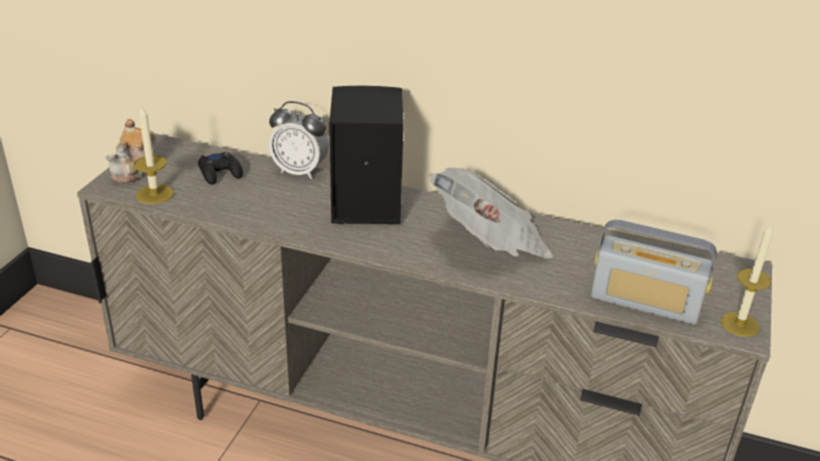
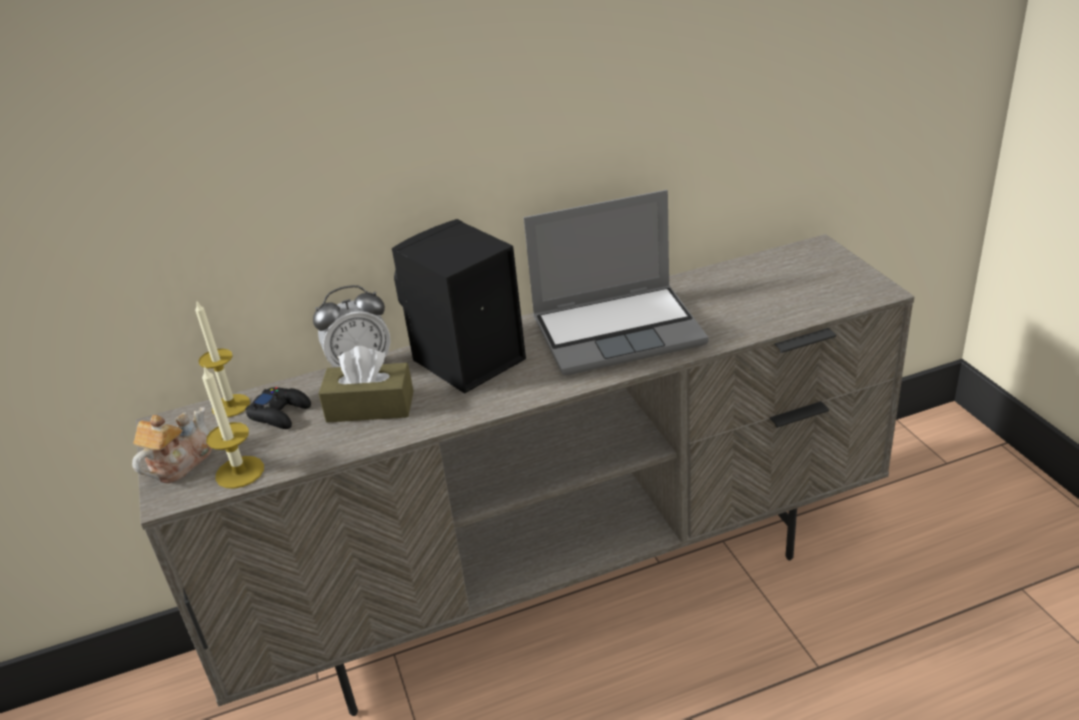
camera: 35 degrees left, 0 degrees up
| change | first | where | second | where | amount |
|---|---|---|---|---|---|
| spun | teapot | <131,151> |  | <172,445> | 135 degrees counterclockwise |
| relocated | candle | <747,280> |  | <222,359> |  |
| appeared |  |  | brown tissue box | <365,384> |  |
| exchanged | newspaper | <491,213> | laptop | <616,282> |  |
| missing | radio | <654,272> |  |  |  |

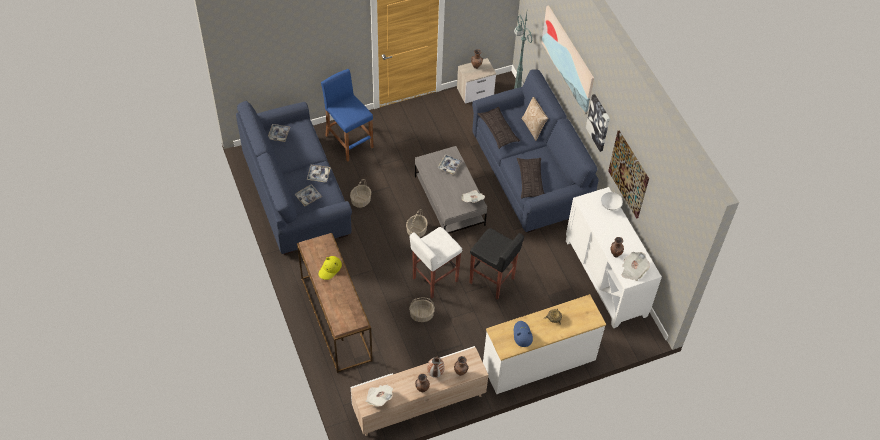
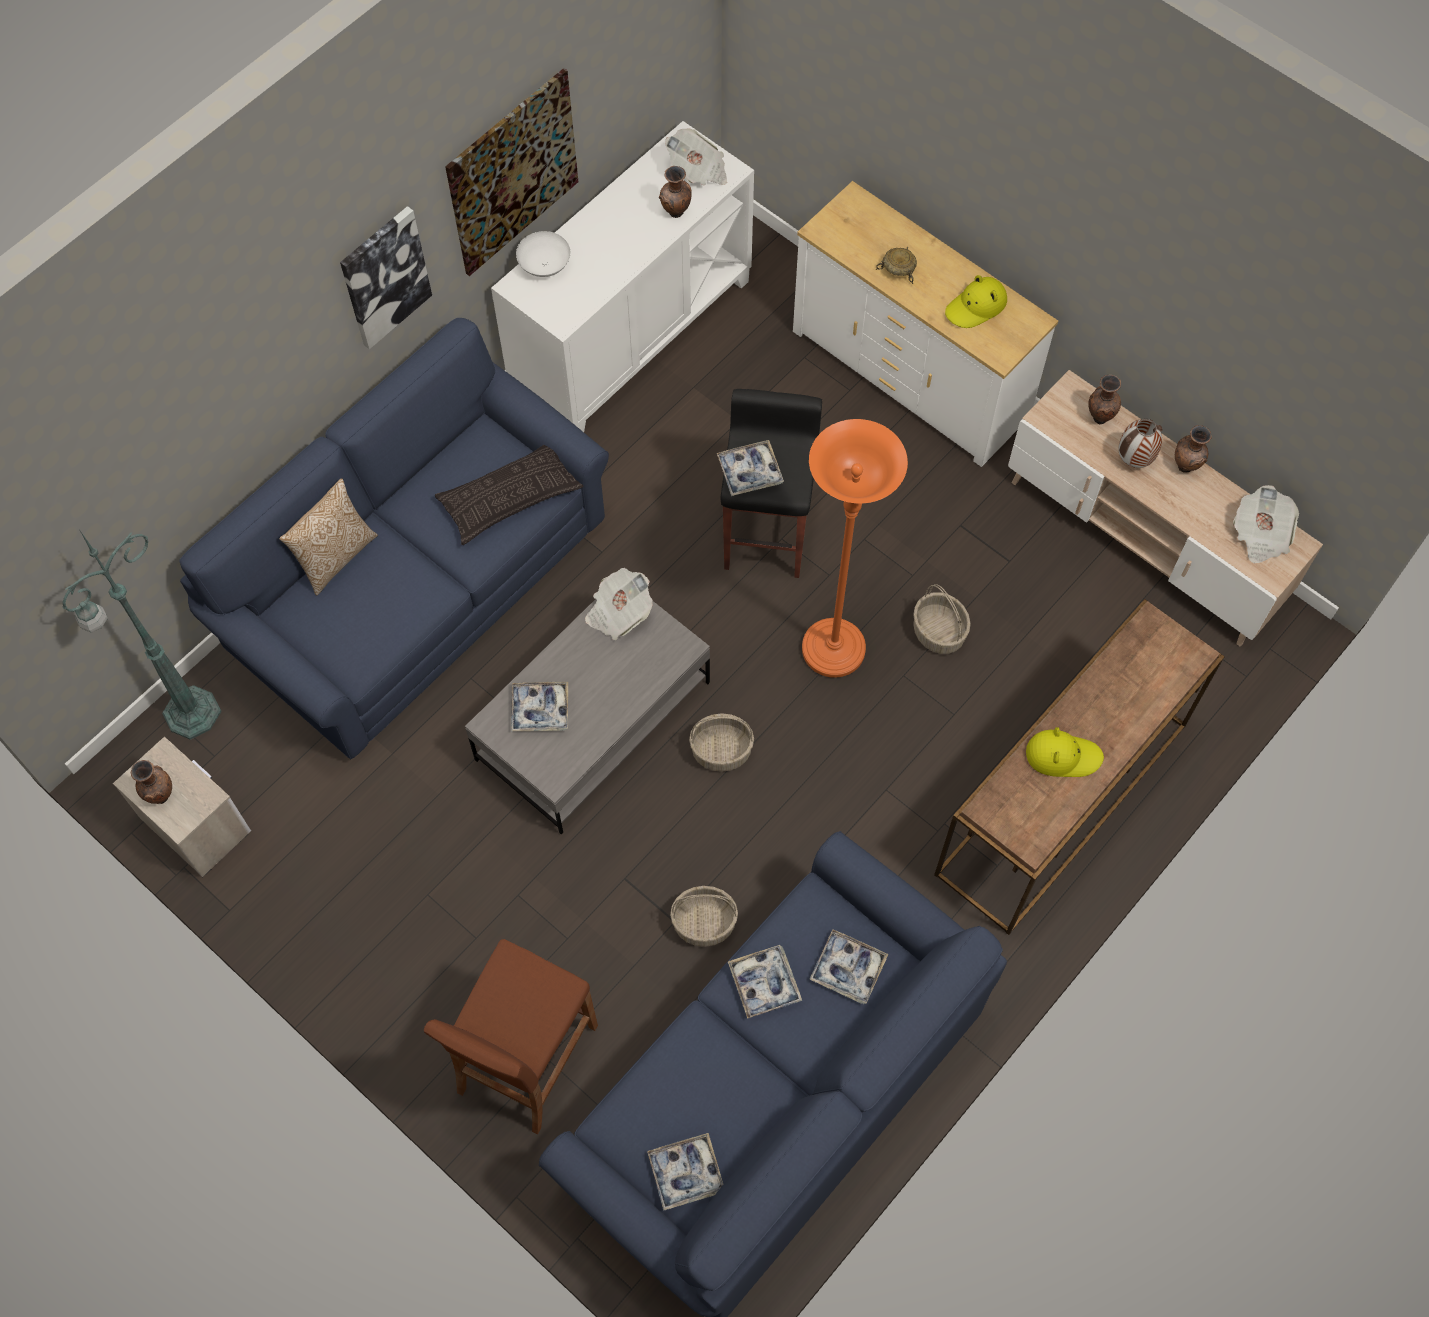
camera: 115 degrees left, 10 degrees up
| change | first | where | second | where | amount |
|---|---|---|---|---|---|
| colour | blue stool | <347,115> | brown stool | <511,1037> |  |
| appeared |  |  | tray | <750,468> |  |
| exchanged | white stool | <436,263> | orange floor lamp | <855,548> |  |
| colour | blue hat | <523,334> | yellow hat | <976,301> |  |
| missing | pillow | <498,128> |  |  |  |
| missing | picture | <567,59> |  |  |  |

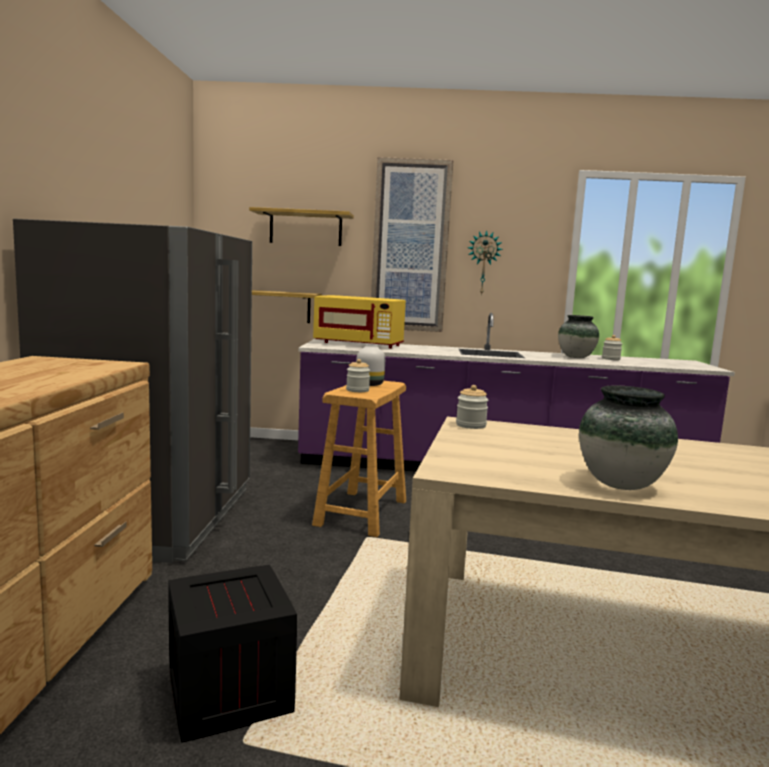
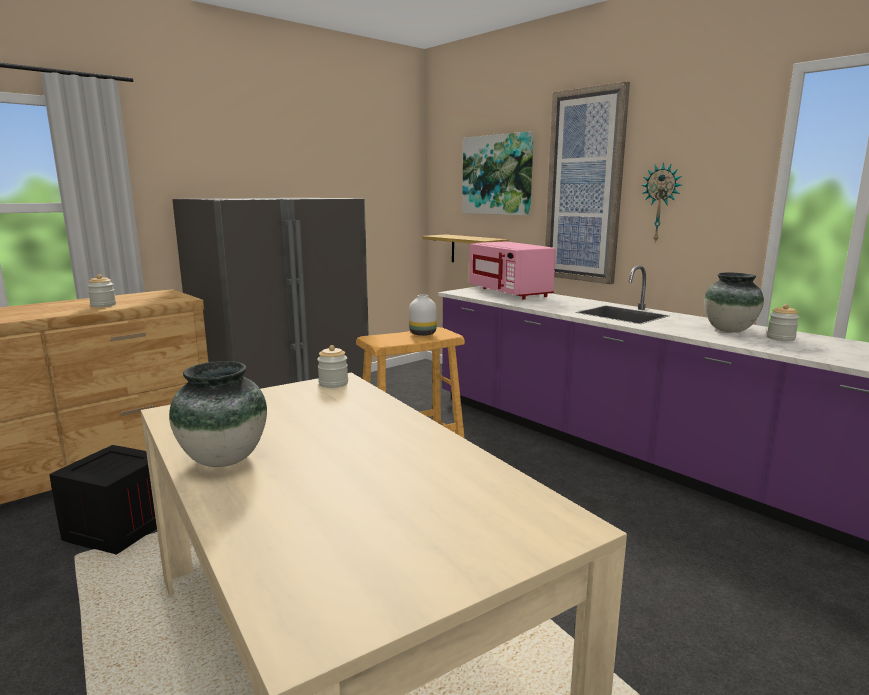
camera: 45 degrees right, 5 degrees up
| change | first | where | second | where | amount |
|---|---|---|---|---|---|
| relocated | jar | <358,375> |  | <101,290> |  |
| exchanged | shelf | <301,226> | picture | <498,173> |  |
| colour | yellow microwave | <359,322> | pink microwave | <512,270> |  |

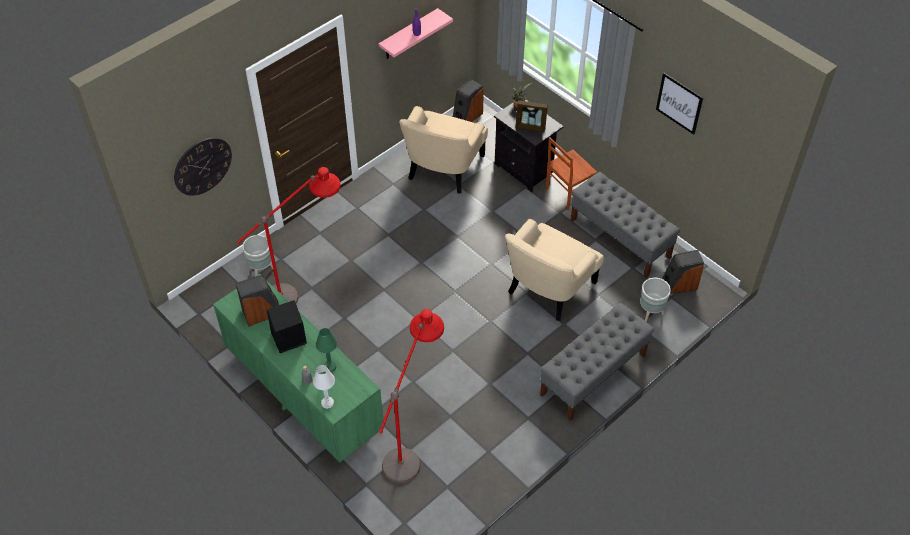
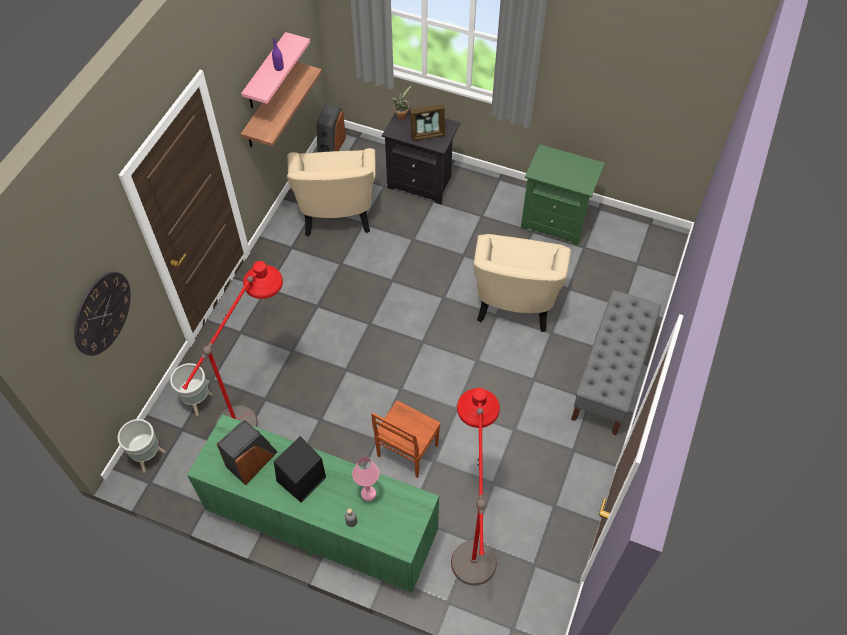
camera: 25 degrees left, 5 degrees up
| change | first | where | second | where | amount |
|---|---|---|---|---|---|
| relocated | grey planter | <656,300> |  | <141,446> |  |
| appeared |  |  | shelf | <281,104> |  |
| colour | green table lamp | <326,350> | pink table lamp | <366,479> |  |
| relocated | brown chair | <571,173> |  | <406,439> |  |
| exchanged | grey bench | <625,225> | green nightstand | <563,194> |  |
| missing | white table lamp | <324,387> |  |  |  |
| missing | picture | <679,104> |  |  |  |
| missing | speaker | <683,272> |  |  |  |

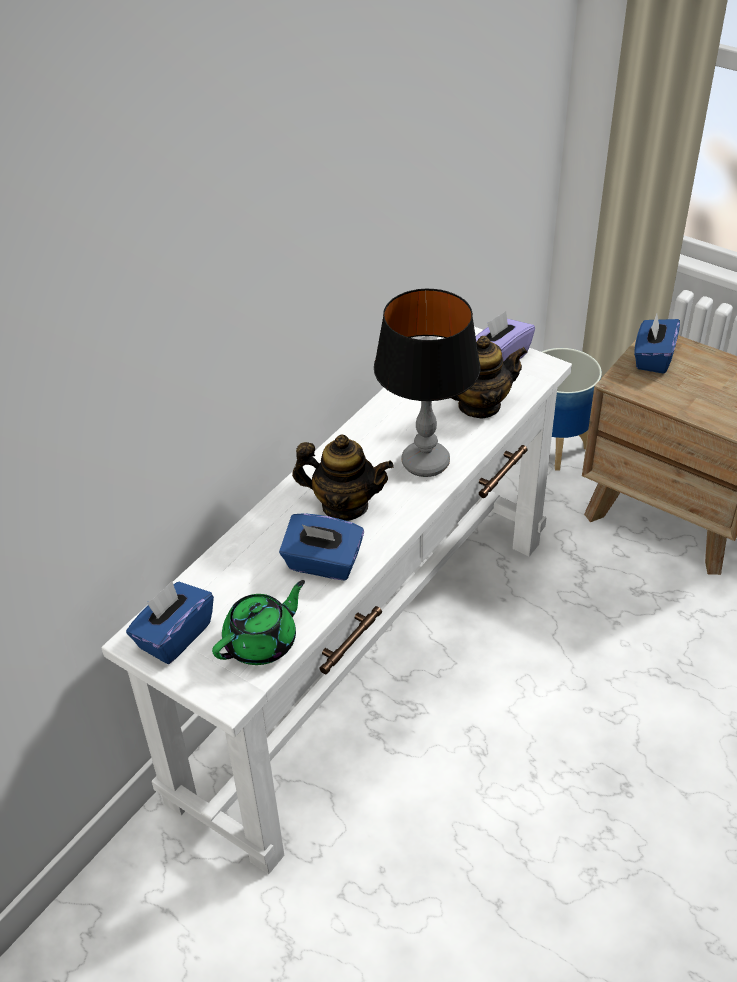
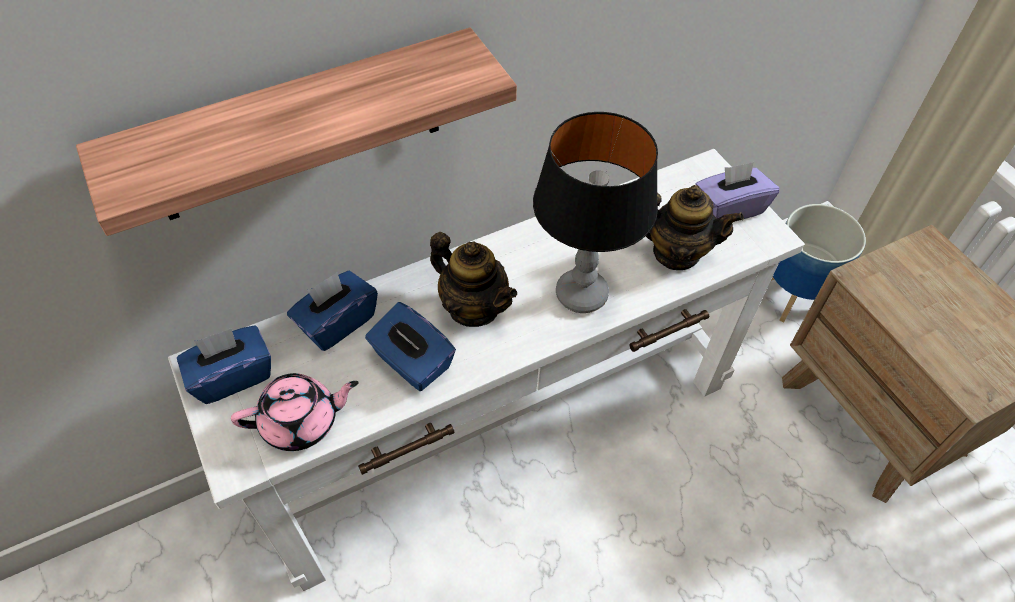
camera: 25 degrees right, 10 degrees up
| change | first | where | second | where | amount |
|---|---|---|---|---|---|
| appeared |  |  | shelf | <296,131> |  |
| colour | green teapot | <258,622> | pink teapot | <295,412> |  |
| relocated | blue tissue box | <657,344> |  | <332,311> |  |

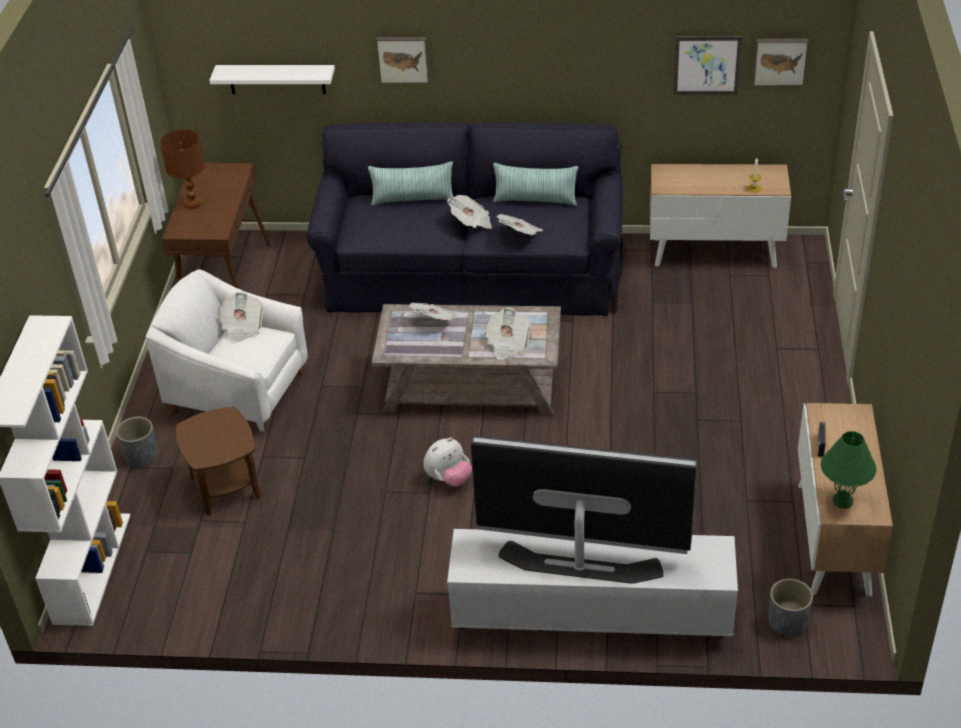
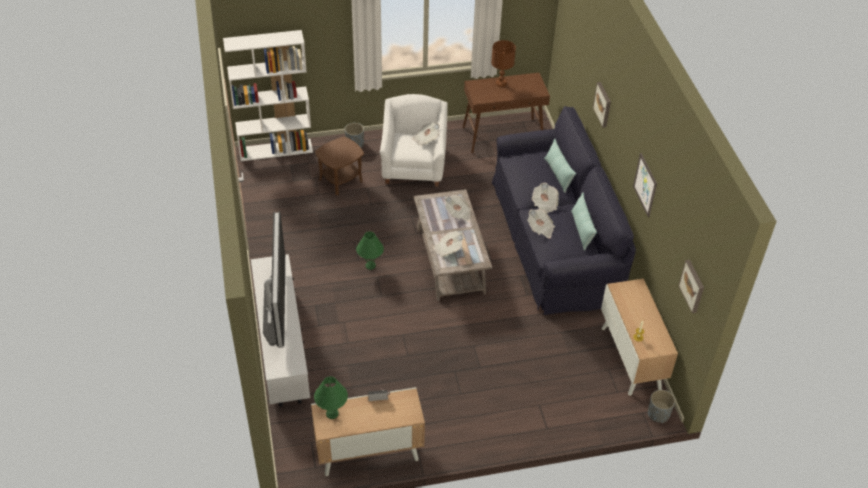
camera: 70 degrees right, 5 degrees up
| change | first | where | second | where | amount |
|---|---|---|---|---|---|
| exchanged | plush toy | <448,462> | green table lamp | <370,251> |  |
| relocated | picture | <707,65> |  | <645,185> |  |
| relocated | grey planter | <791,608> |  | <661,406> |  |
| missing | white shelf | <272,79> |  |  |  |

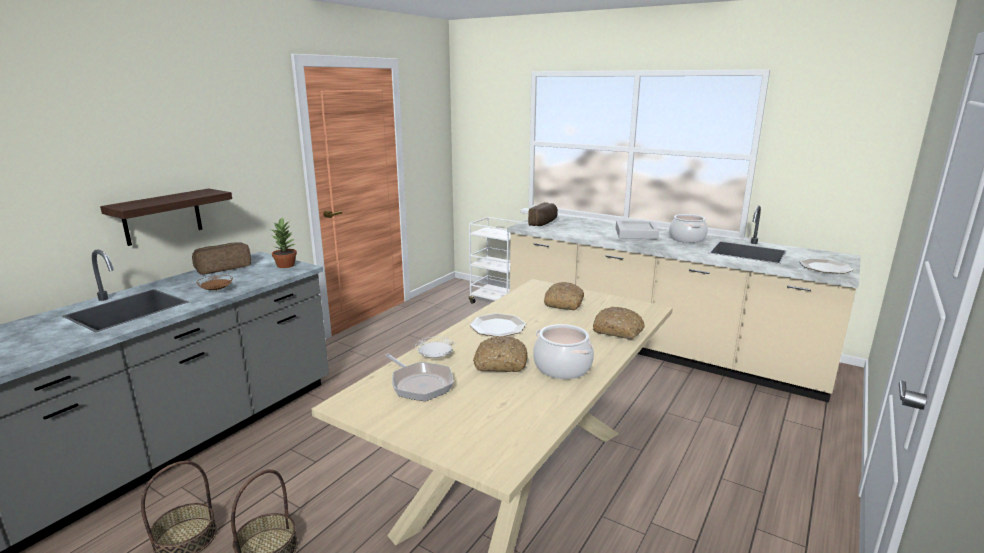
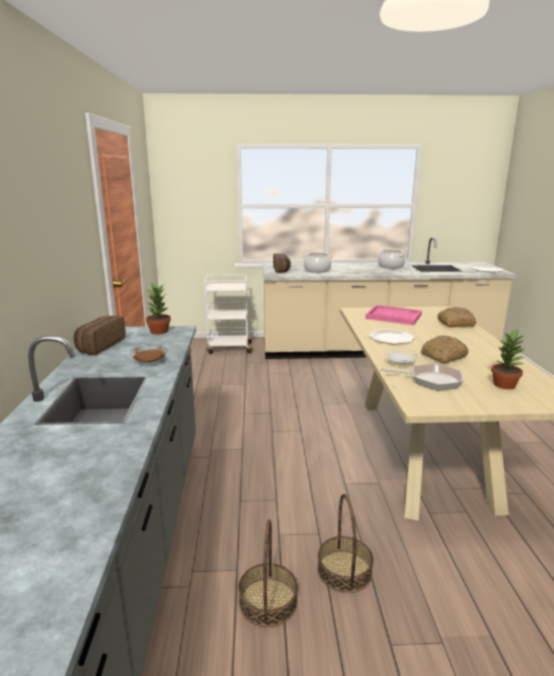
camera: 35 degrees left, 0 degrees up
| change | first | where | second | where | amount |
|---|---|---|---|---|---|
| relocated | cooking pot | <563,351> |  | <318,262> |  |
| exchanged | bread | <564,296> | pink tray | <393,315> |  |
| appeared |  |  | potted plant | <508,358> |  |
| missing | shelf | <166,217> |  |  |  |
| missing | grey tray | <637,229> |  |  |  |

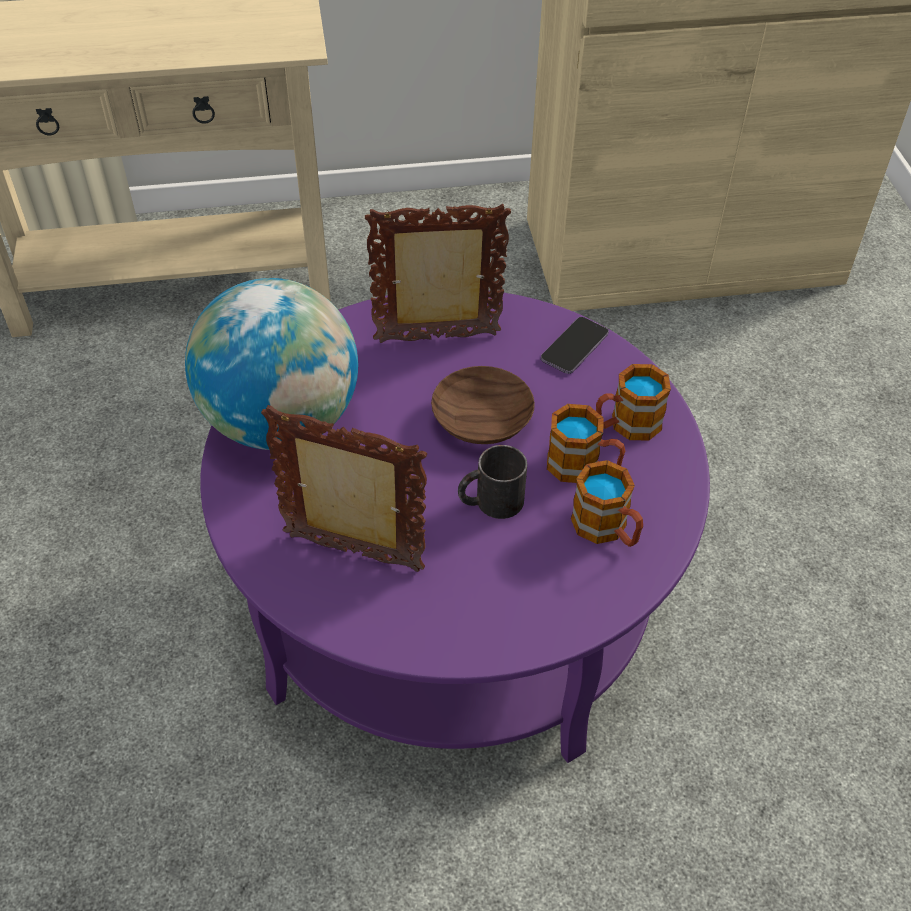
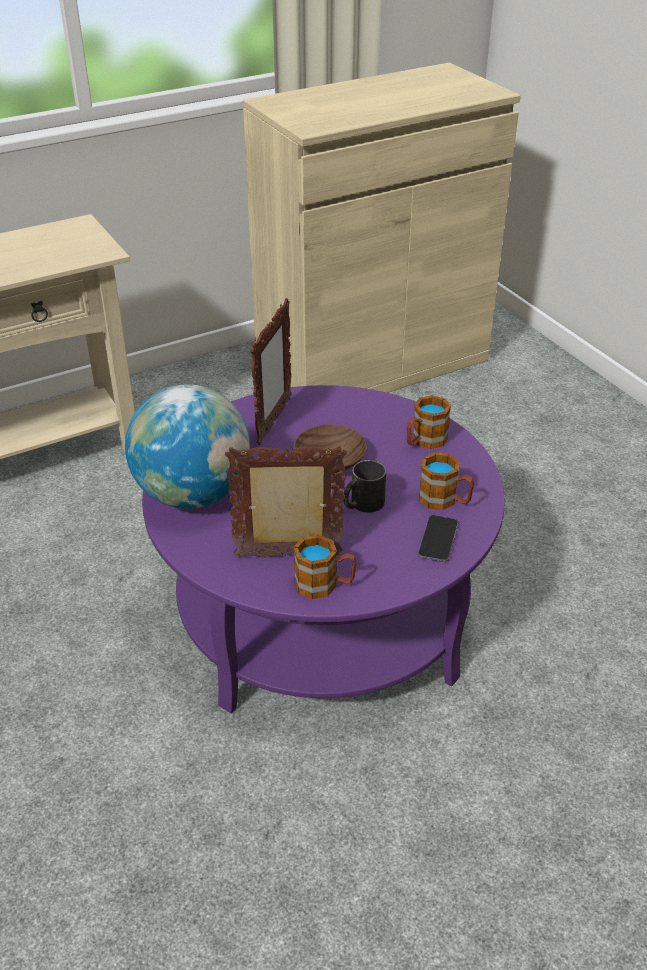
camera: 20 degrees left, 10 degrees down
| change | first | where | second | where | amount |
|---|---|---|---|---|---|
| spun | picture frame | <438,273> |  | <271,371> | 135 degrees clockwise |
| relocated | mug | <586,443> |  | <325,567> |  |
| relocated | phone | <575,345> |  | <438,538> |  |

